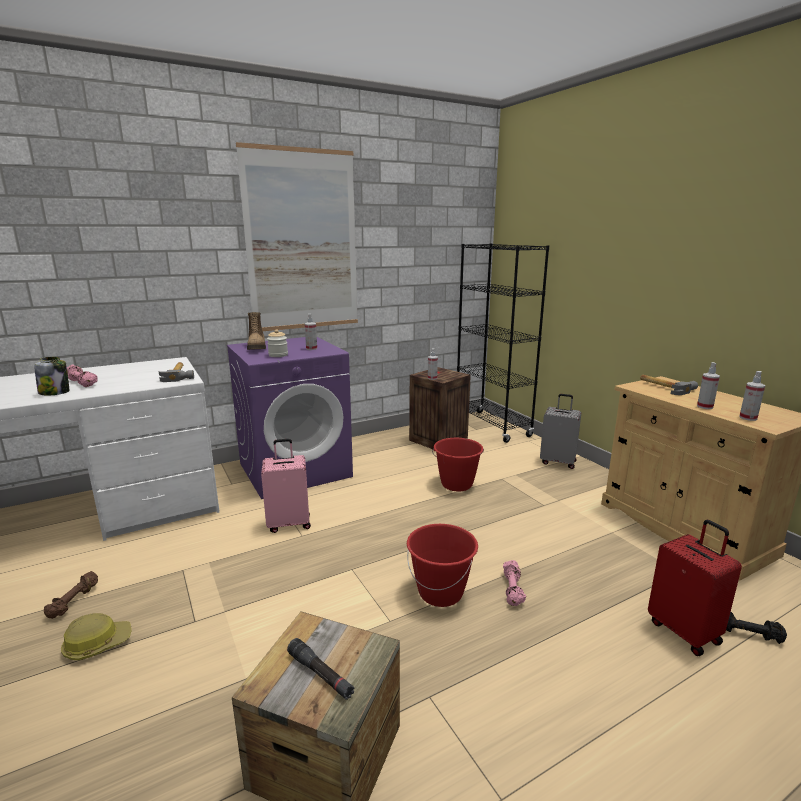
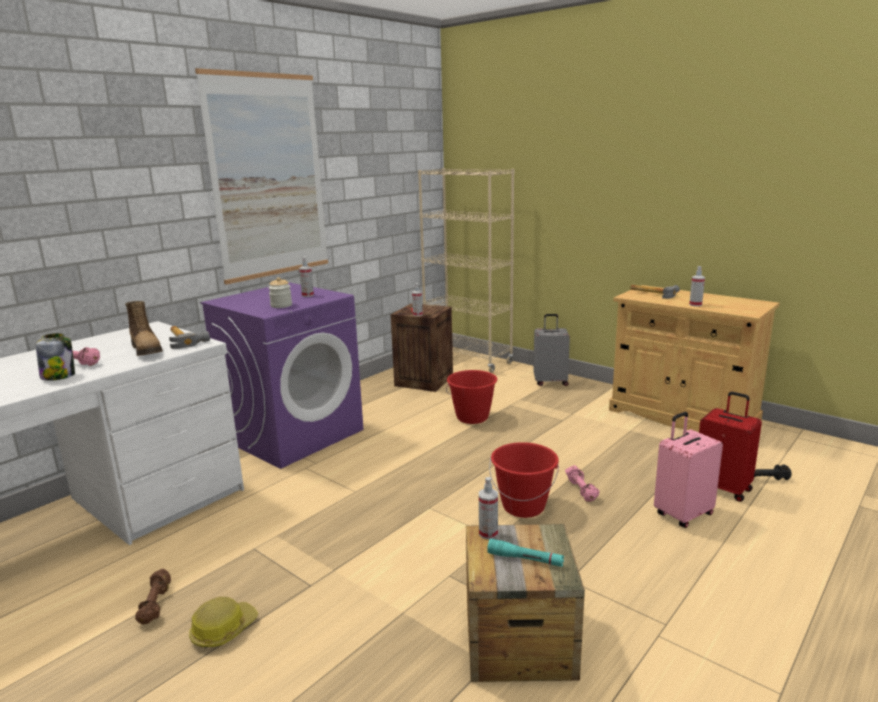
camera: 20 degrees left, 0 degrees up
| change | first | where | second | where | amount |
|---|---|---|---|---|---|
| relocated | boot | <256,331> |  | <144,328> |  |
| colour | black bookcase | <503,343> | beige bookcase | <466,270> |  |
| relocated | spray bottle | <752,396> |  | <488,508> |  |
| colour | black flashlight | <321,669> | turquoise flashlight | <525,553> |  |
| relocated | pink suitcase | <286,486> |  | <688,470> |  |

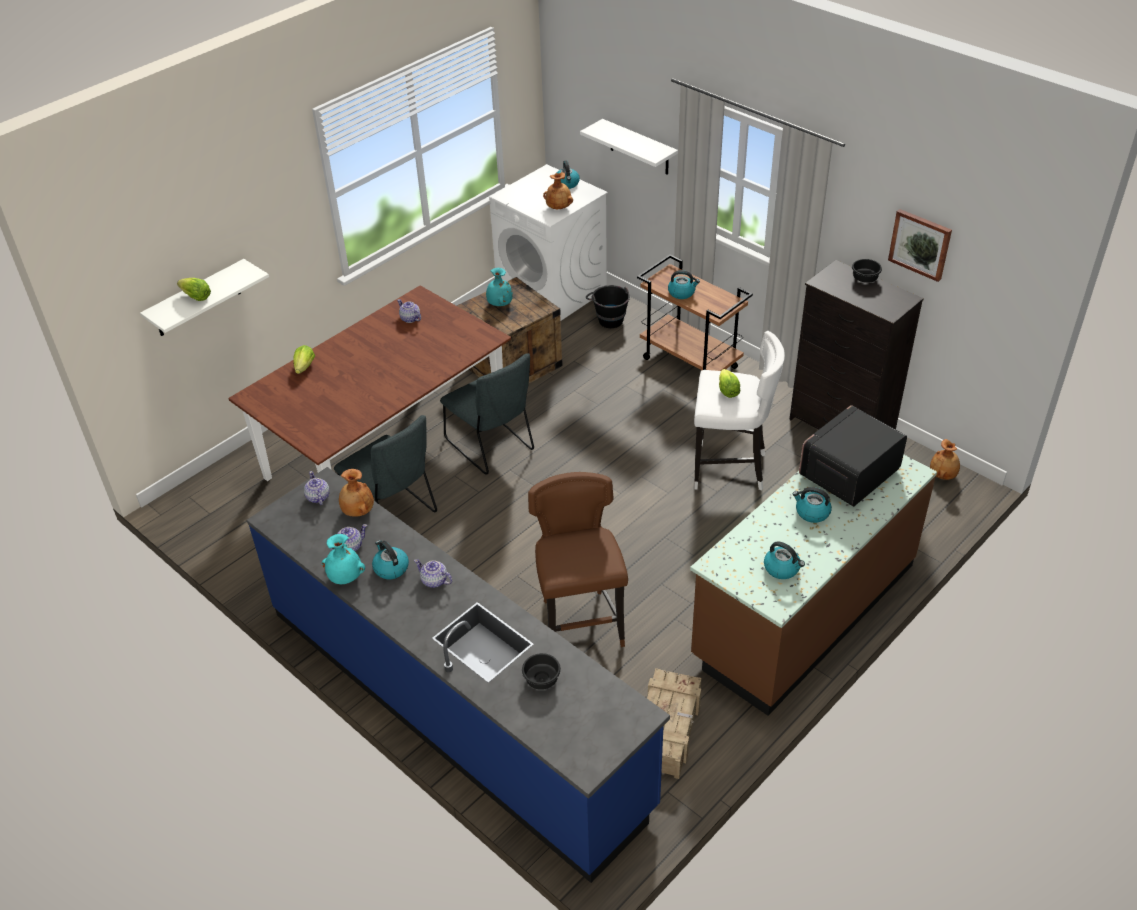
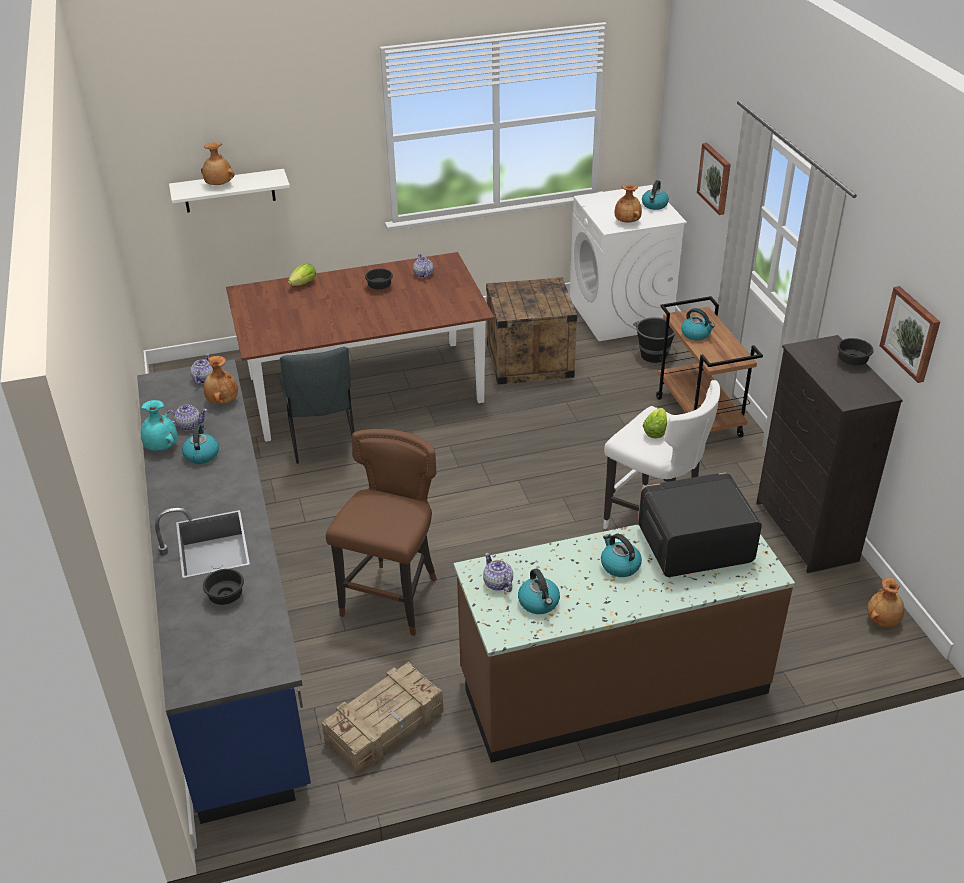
camera: 30 degrees right, 5 degrees down
| change | first | where | second | where | amount |
|---|---|---|---|---|---|
| exchanged | lettuce | <194,289> | brown vase | <217,163> |  |
| appeared |  |  | black bowl | <379,279> |  |
| relocated | teapot | <433,573> |  | <498,572> |  |
| exchanged | white shelf | <629,147> | picture | <714,179> |  |
| missing | grey chair | <487,414> |  |  |  |
| missing | turquoise vase | <499,287> |  |  |  |

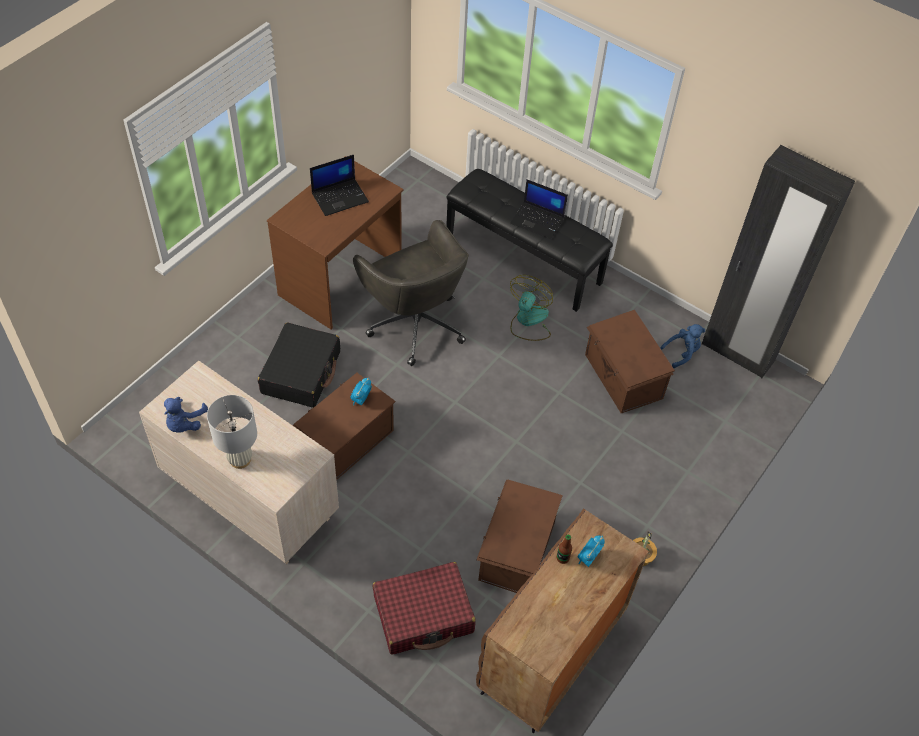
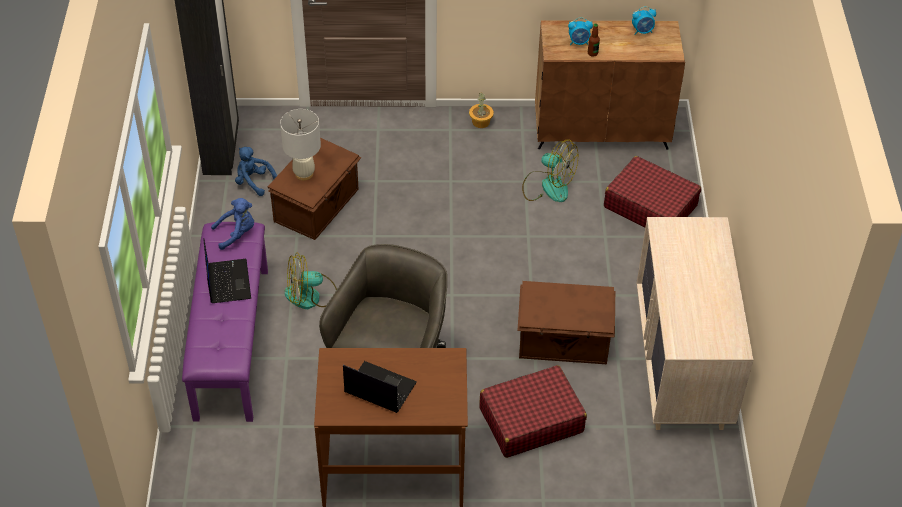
camera: 125 degrees left, 5 degrees down
| change | first | where | second | where | amount |
|---|---|---|---|---|---|
| colour | black bench | <529,240> | purple bench | <225,322> |  |
| relocated | blue plush toy | <186,415> |  | <232,224> |  |
| relocated | white table lamp | <232,432> |  | <300,145> |  |
| colour | black suitcase | <299,365> | red suitcase | <533,411> |  |
| exchanged | brown storage box | <519,536> | fan | <550,170> |  |
| relocated | alarm clock | <361,391> |  | <644,20> |  |

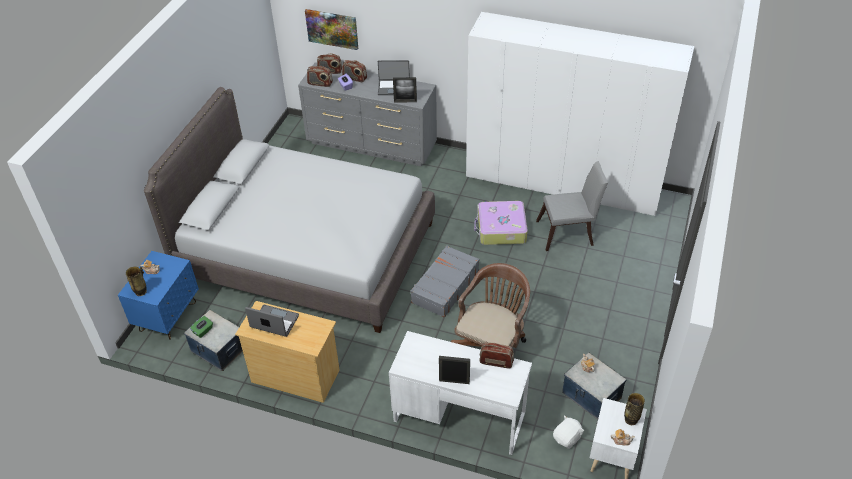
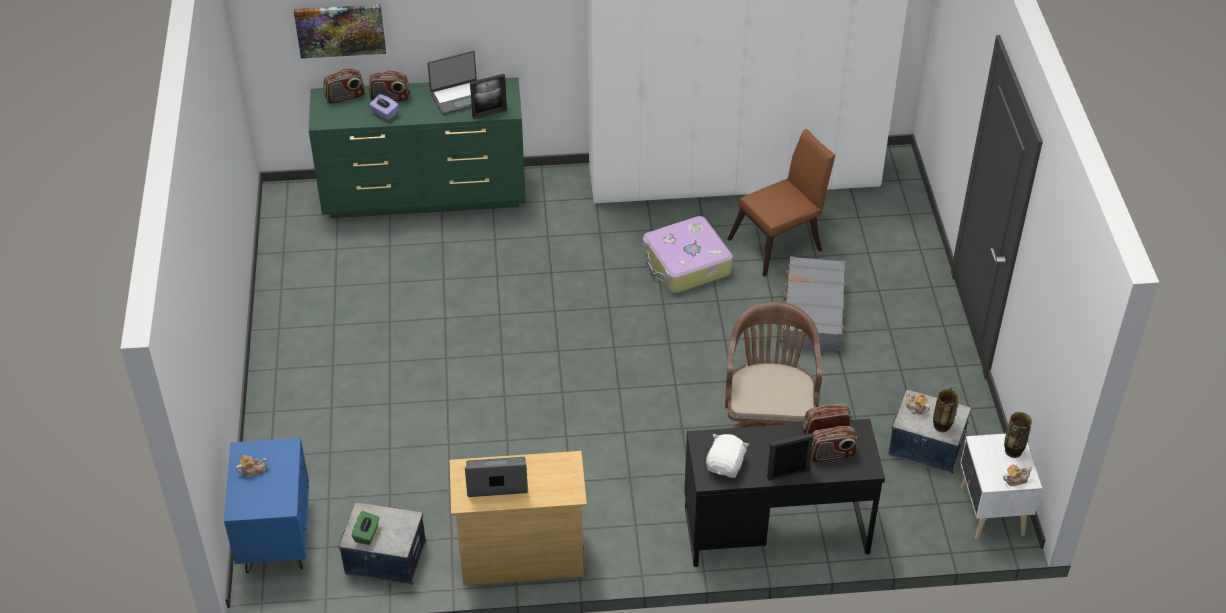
camera: 25 degrees left, 0 degrees up
| change | first | where | second | where | amount |
|---|---|---|---|---|---|
| colour | grey dresser | <367,114> | green dresser | <417,147> |  |
| colour | white desk | <460,393> | black desk | <784,493> |  |
| relocated | white plush toy | <568,432> |  | <727,456> |  |
| colour | grey chair | <572,206> | brown chair | <781,203> |  |
| relocated | grey suitcase | <445,281> |  | <813,304> |  |
| relocated | radio | <320,76> |  | <834,444> |  |
| relocated | vase | <136,281> |  | <946,410> |  |
| missing | grey bed | <289,210> |  |  |  |

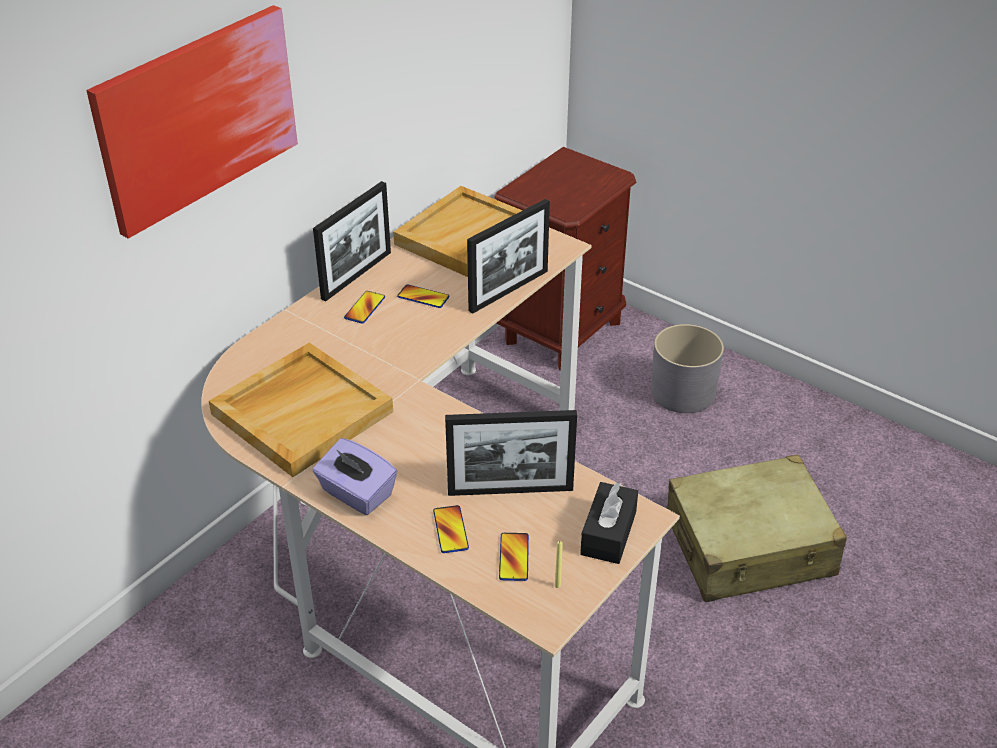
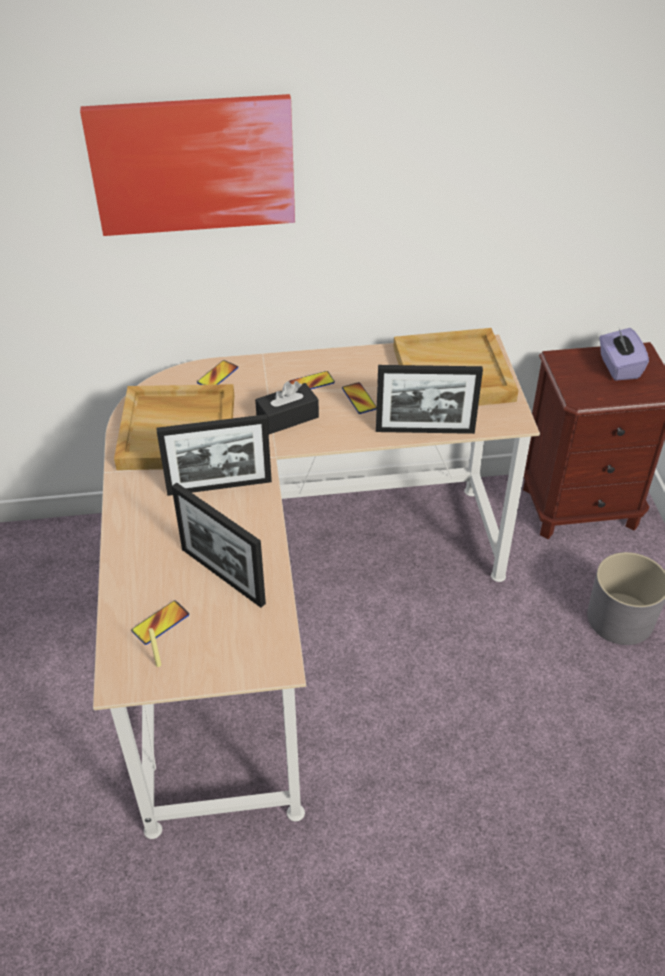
camera: 45 degrees right, 5 degrees up
| change | first | where | second | where | amount |
|---|---|---|---|---|---|
| relocated | picture frame | <352,241> |  | <214,455> |  |
| relocated | phone | <451,529> |  | <217,372> |  |
| relocated | black tissue box | <609,523> |  | <287,407> |  |
| relocated | purple tissue box | <355,476> |  | <624,354> |  |
| missing | beige suitcase | <756,528> |  |  |  |

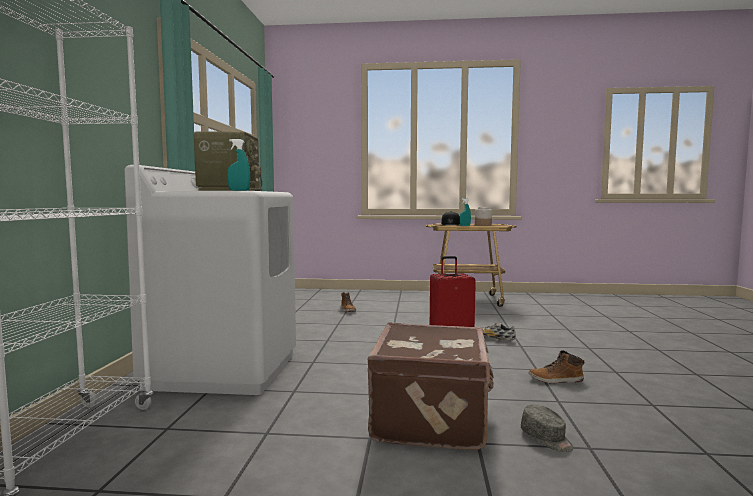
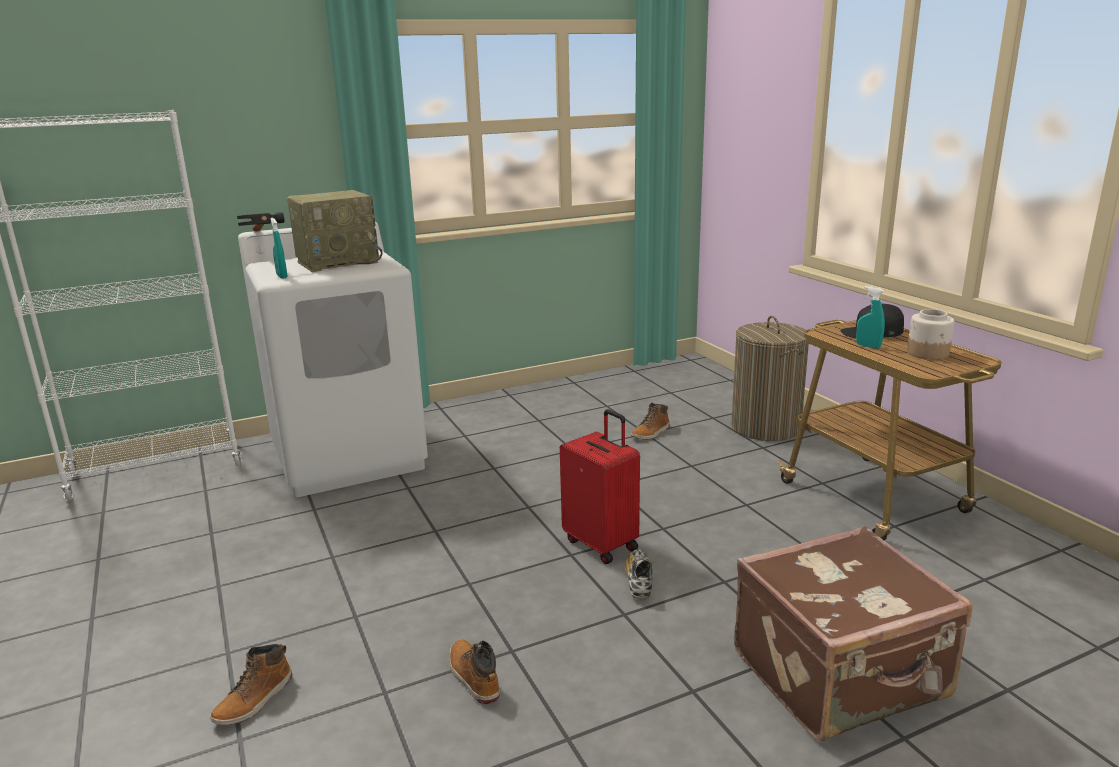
camera: 60 degrees right, 15 degrees up
| change | first | where | second | where | amount |
|---|---|---|---|---|---|
| exchanged | grey cap | <547,428> | boot | <251,684> |  |
| appeared |  |  | hammer | <261,222> |  |
| appeared |  |  | laundry basket | <770,378> |  |
| relocated | brown suitcase | <431,386> |  | <853,633> |  |

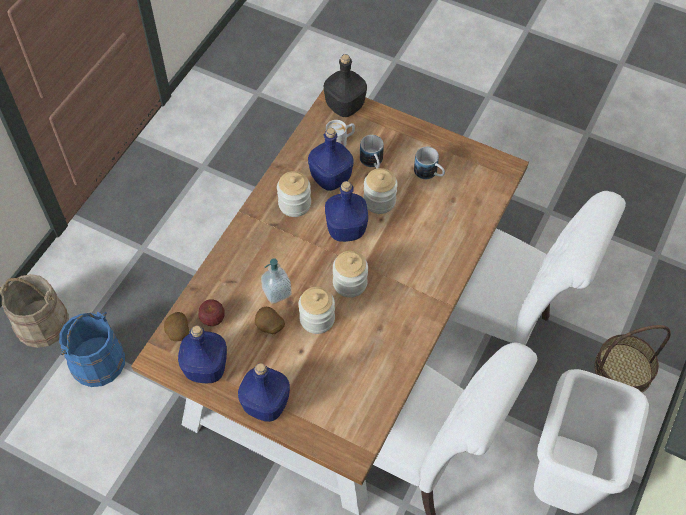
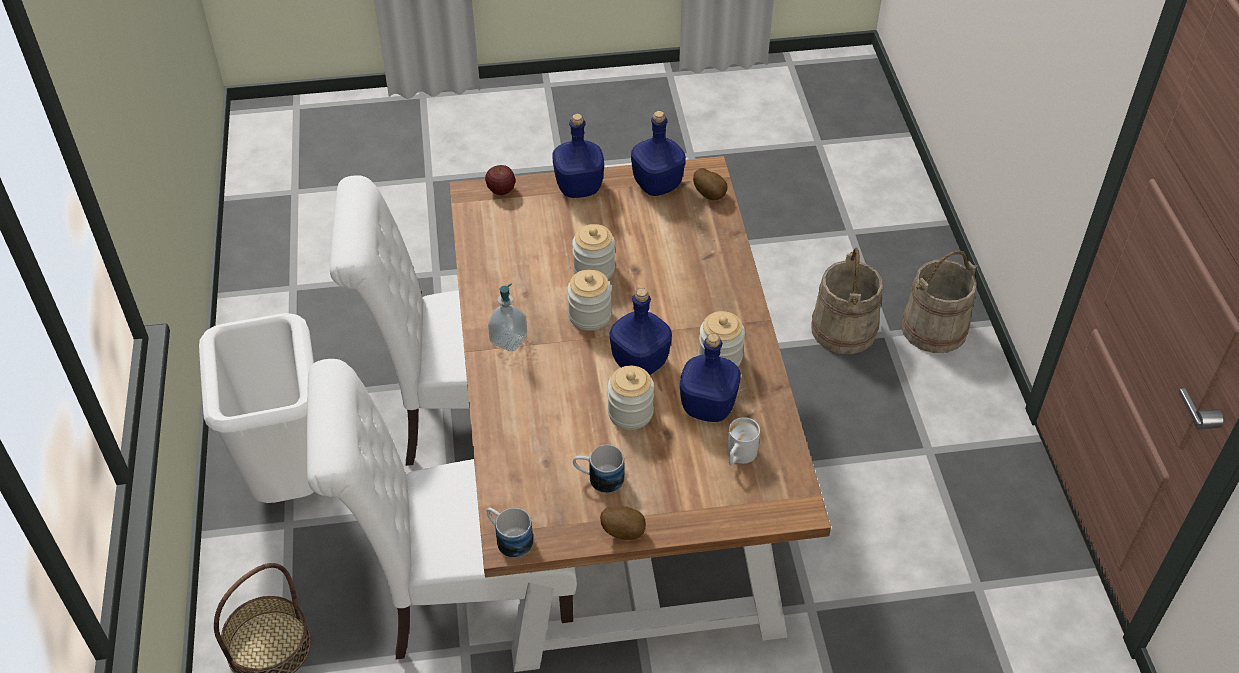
camera: 145 degrees right, 10 degrees down
| change | first | where | second | where | amount |
|---|---|---|---|---|---|
| relocated | apple | <211,312> |  | <500,180> |  |
| relocated | mug | <372,152> |  | <509,532> |  |
| relocated | soap dispenser | <276,280> |  | <507,317> |  |
| relocated | potato | <270,320> |  | <623,523> |  |
| colour | blue bucket | <92,349> | beige bucket | <847,300> |  |
| missing | black bottle | <345,85> |  |  |  |

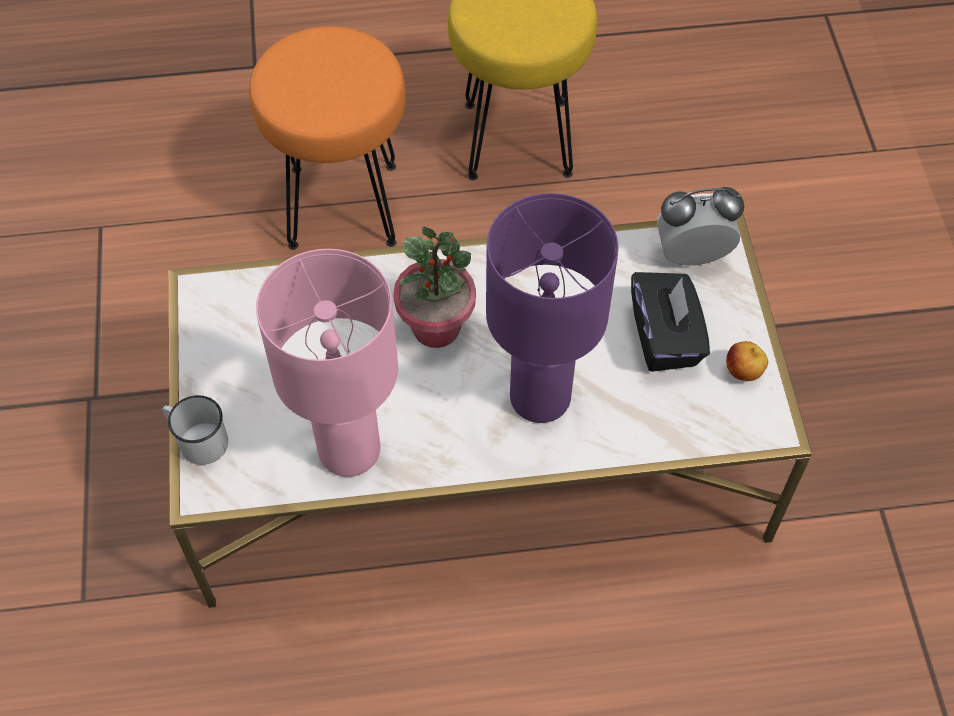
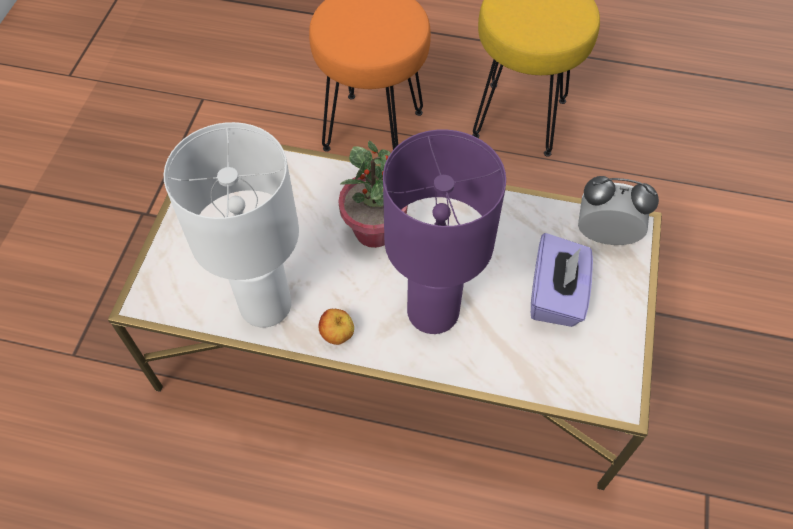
camera: 20 degrees right, 0 degrees up
| change | first | where | second | where | amount |
|---|---|---|---|---|---|
| colour | pink table lamp | <327,363> | white table lamp | <231,224> |  |
| relocated | apple | <747,361> |  | <336,327> |  |
| colour | black tissue box | <670,322> | purple tissue box | <562,280> |  |
| missing | white mug | <195,430> |  |  |  |

